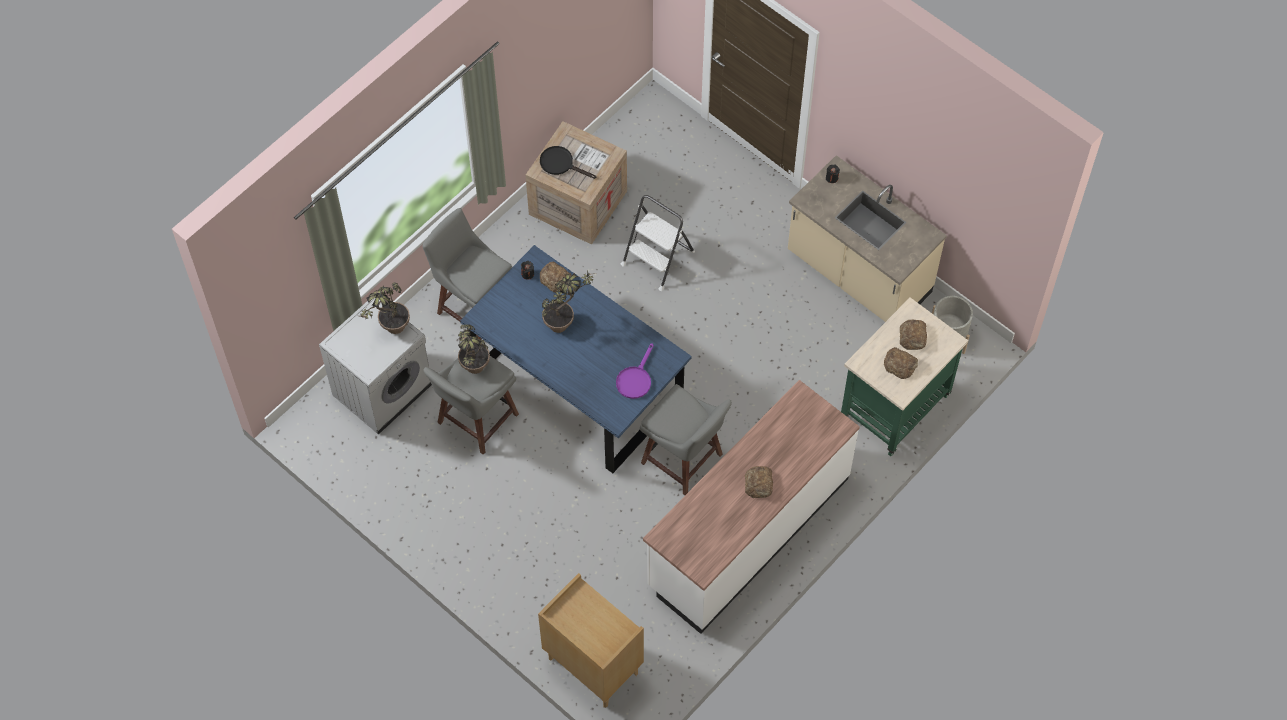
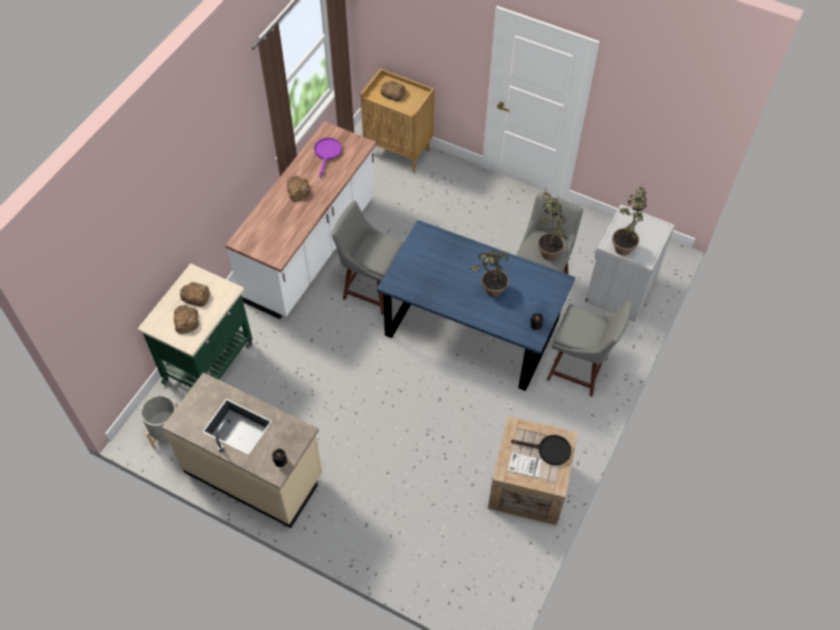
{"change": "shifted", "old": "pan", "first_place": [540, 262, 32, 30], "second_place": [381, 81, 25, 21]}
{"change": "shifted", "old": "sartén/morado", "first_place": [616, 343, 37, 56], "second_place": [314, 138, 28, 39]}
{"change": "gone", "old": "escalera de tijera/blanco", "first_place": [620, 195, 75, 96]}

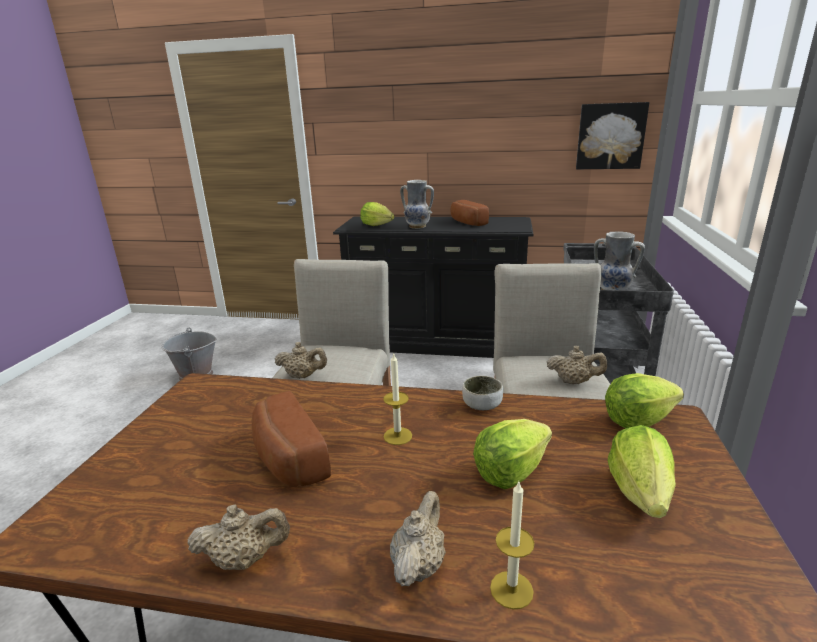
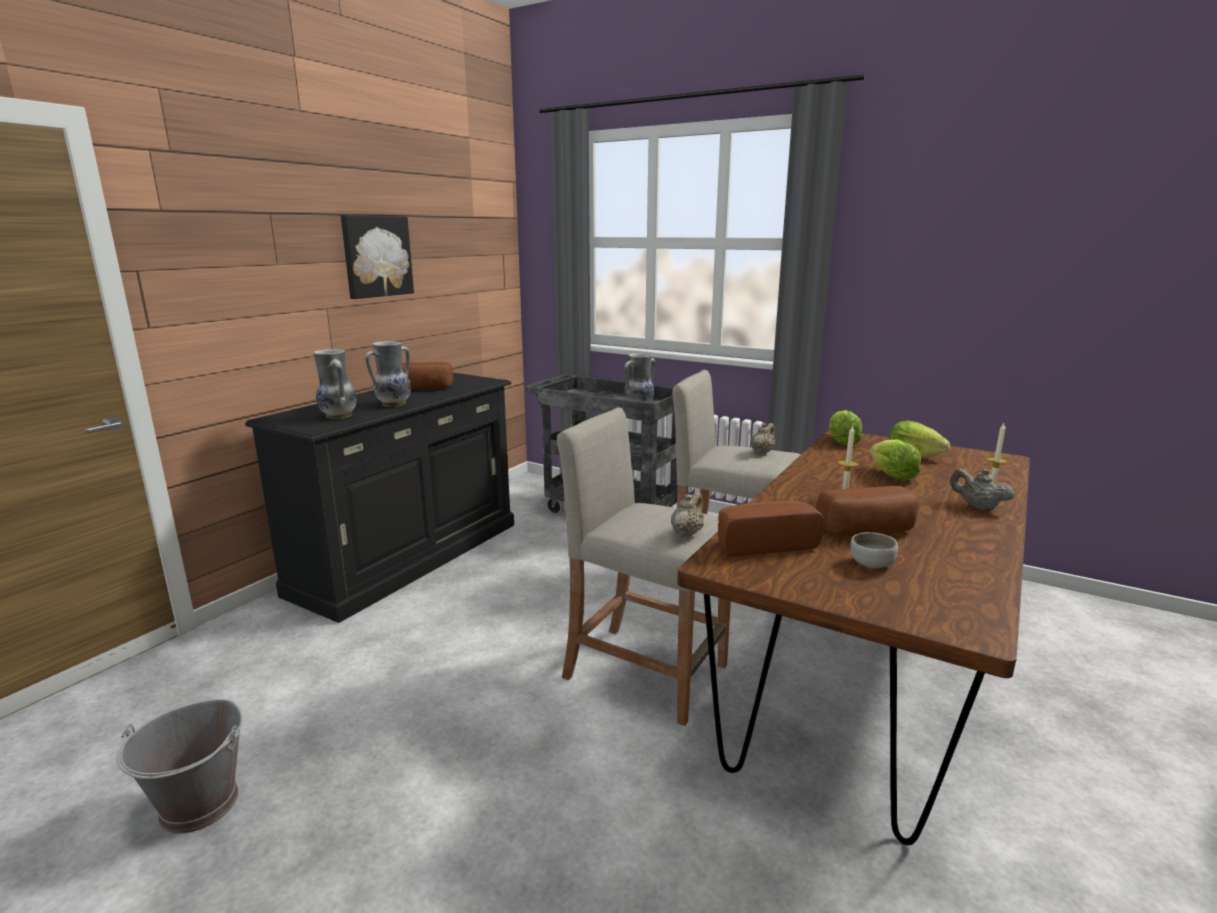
{"change": "gone", "old": "tetera/beis", "first_place": [187, 504, 103, 66]}
{"change": "swapped", "old": "lechuga", "new": "florero", "first_place": [360, 202, 34, 24], "second_place": [313, 349, 44, 70]}
{"change": "shifted", "old": "cuenco", "first_place": [462, 376, 41, 34], "second_place": [851, 532, 47, 36]}
{"change": "shifted", "old": "cuadro", "first_place": [576, 102, 73, 67], "second_place": [341, 215, 73, 84]}
{"change": "new", "new": "pan", "second_place": [718, 501, 105, 55]}

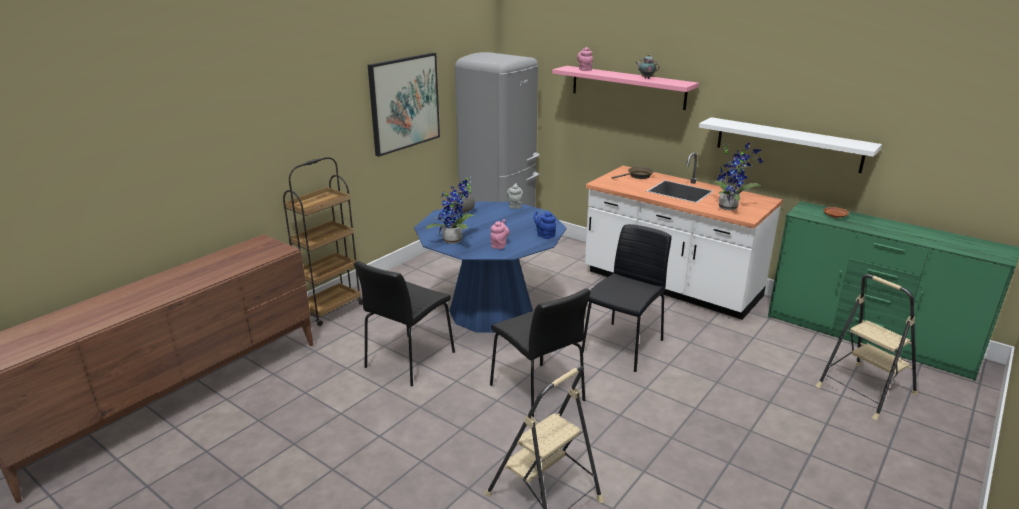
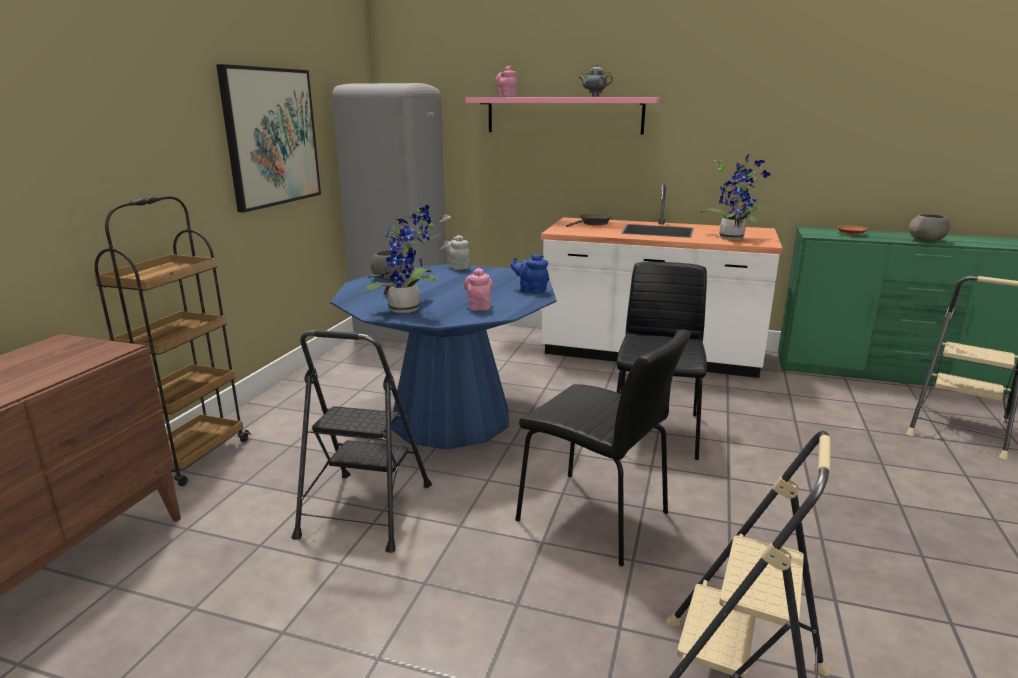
{"change": "swapped", "old": "silla/negro", "new": "escalera de tijera/negro", "first_place": [354, 261, 101, 125], "second_place": [291, 330, 141, 223]}
{"change": "gone", "old": "estante/blanco", "first_place": [699, 117, 183, 56]}
{"change": "new", "new": "cuenco/gris", "second_place": [909, 214, 41, 28]}

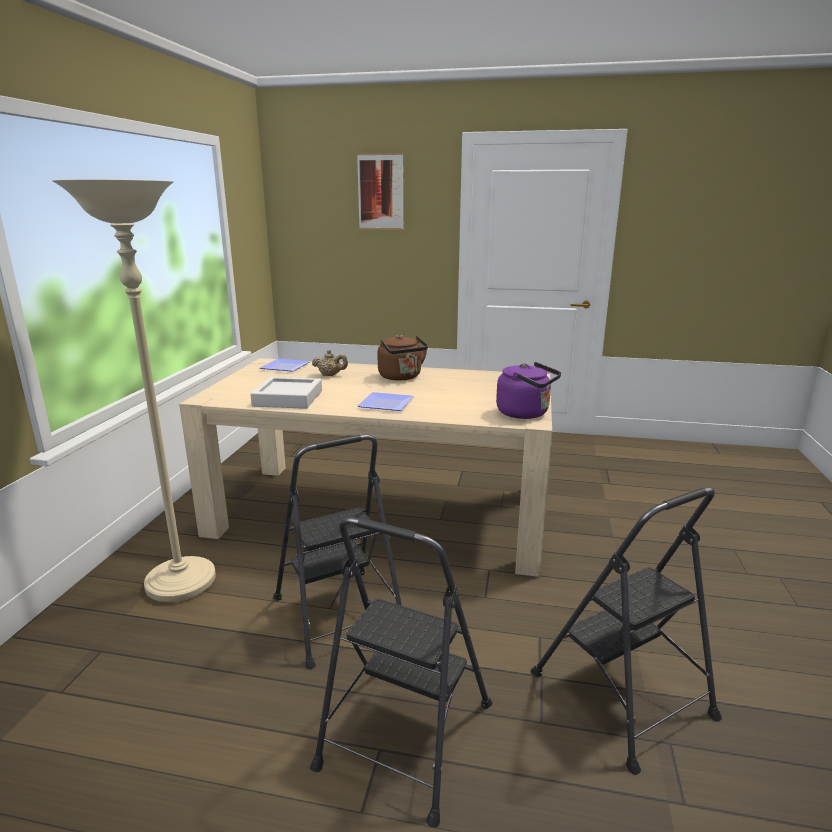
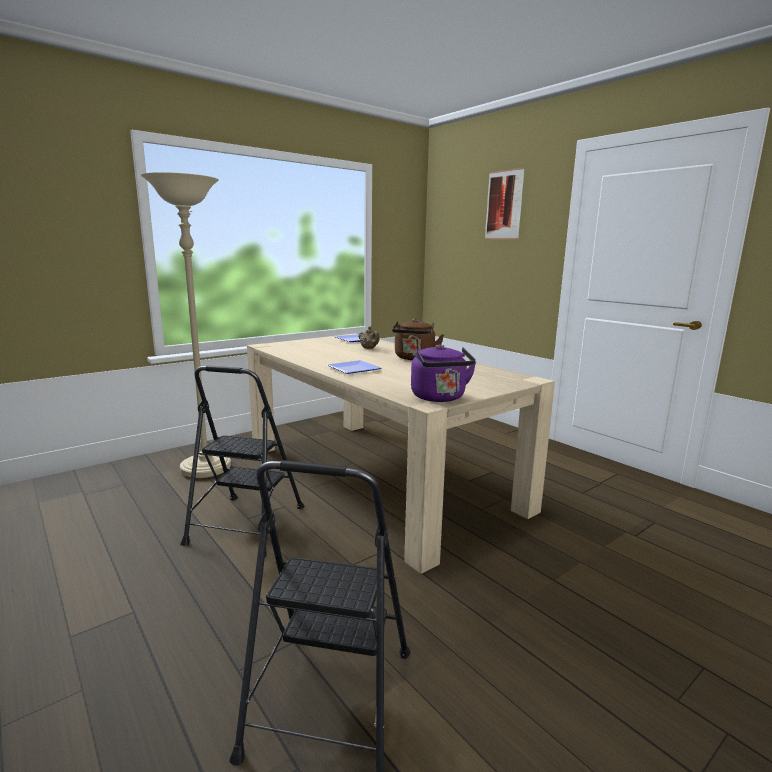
{"change": "gone", "old": "bandeja/gris", "first_place": [250, 377, 72, 32]}
{"change": "gone", "old": "escalera de tijera/negro", "first_place": [310, 517, 182, 310]}

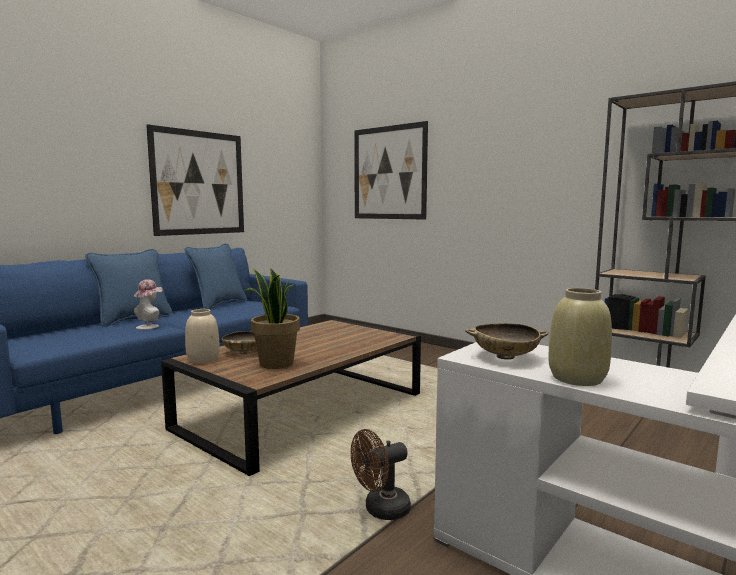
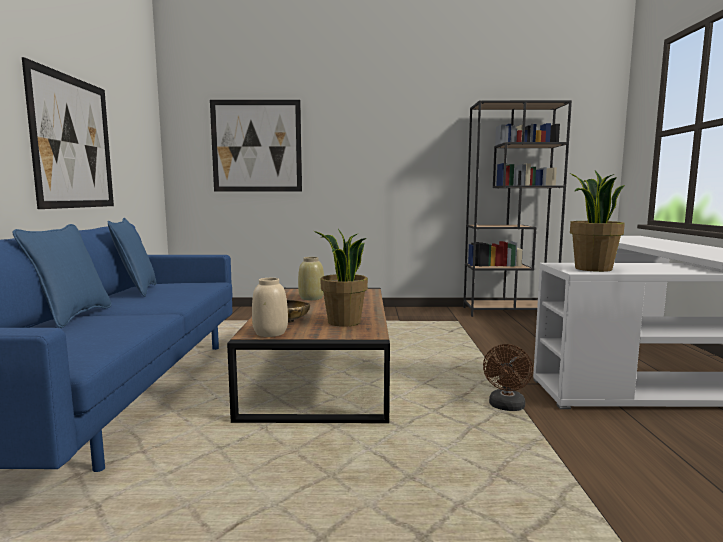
{"change": "gone", "old": "sombrero", "first_place": [134, 279, 29, 51]}
{"change": "swapped", "old": "cuenco/beis", "new": "planta en maceta", "first_place": [465, 323, 84, 37], "second_place": [570, 171, 55, 101]}
{"change": "shifted", "old": "florero/beis", "first_place": [549, 288, 63, 98], "second_place": [298, 257, 26, 43]}

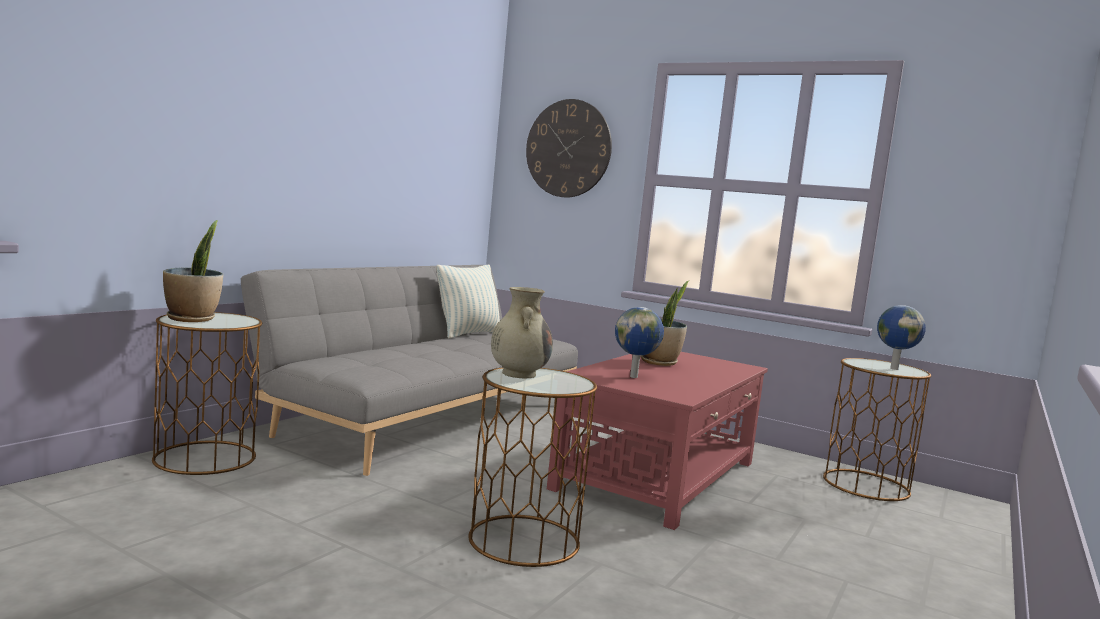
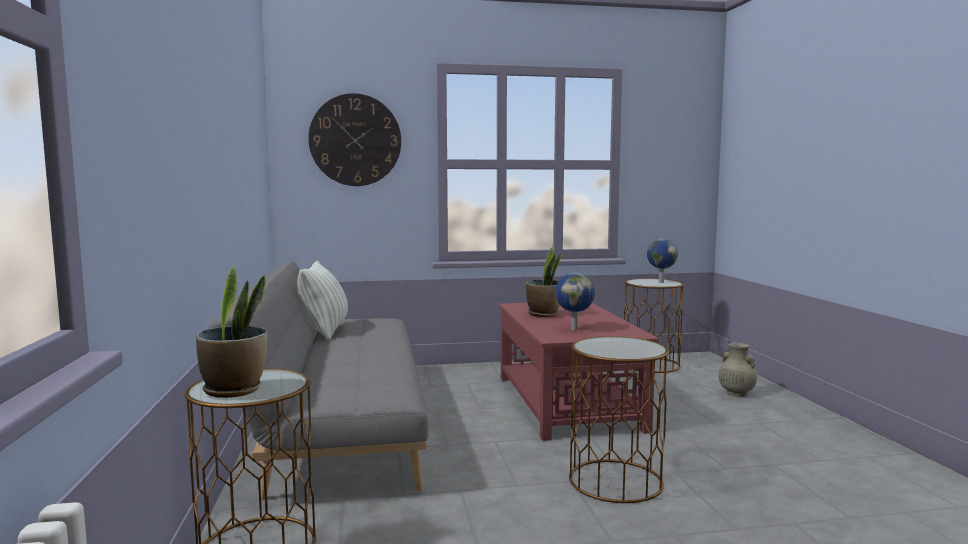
{"change": "shifted", "old": "florero/beis", "first_place": [491, 287, 62, 91], "second_place": [718, 343, 39, 54]}

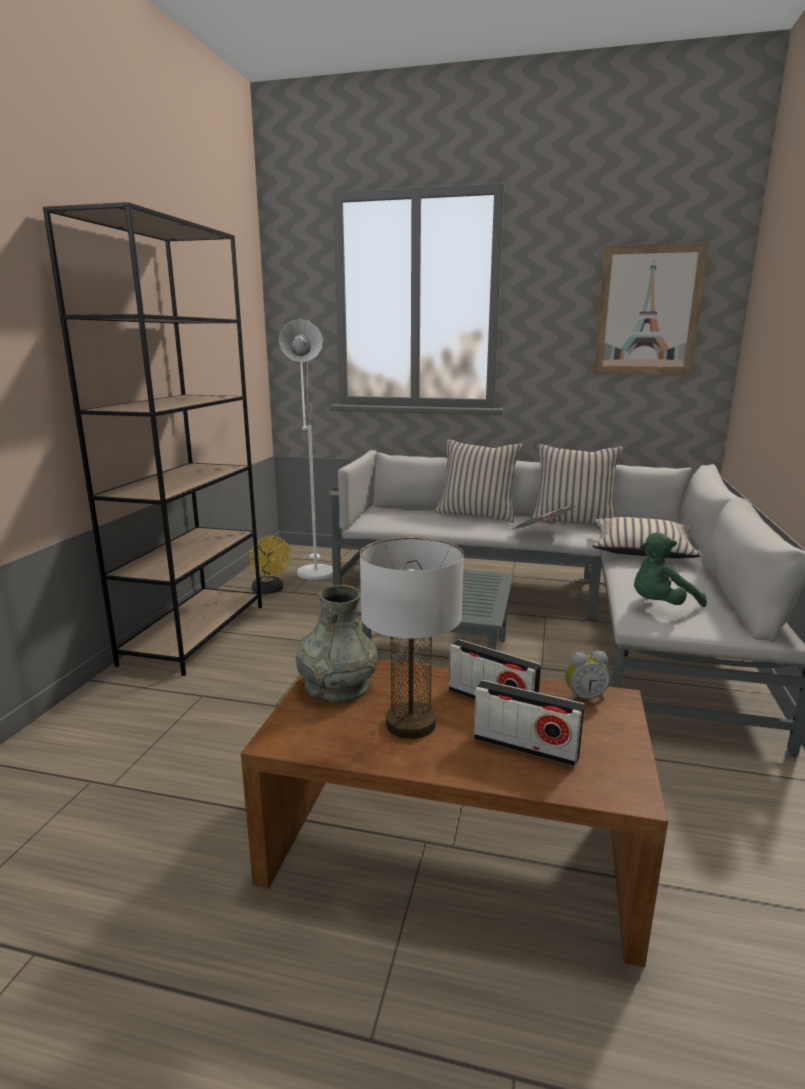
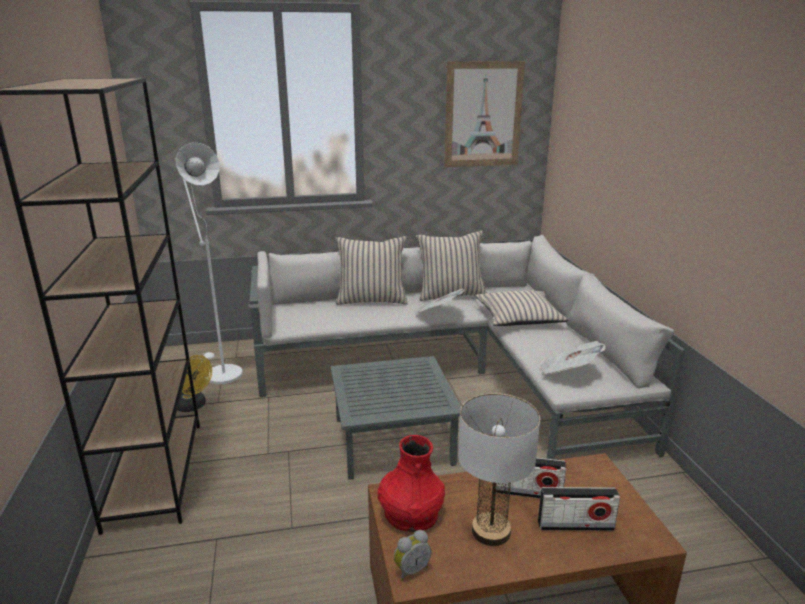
{"change": "repainted", "old": "florero/gris", "new": "florero/rojo", "first_place": [296, 585, 82, 118], "second_place": [377, 435, 68, 97]}
{"change": "shifted", "old": "despertador", "first_place": [565, 651, 45, 50], "second_place": [394, 530, 38, 51]}
{"change": "swapped", "old": "peluche/verde", "new": "periódico", "first_place": [634, 532, 73, 75], "second_place": [540, 341, 65, 34]}

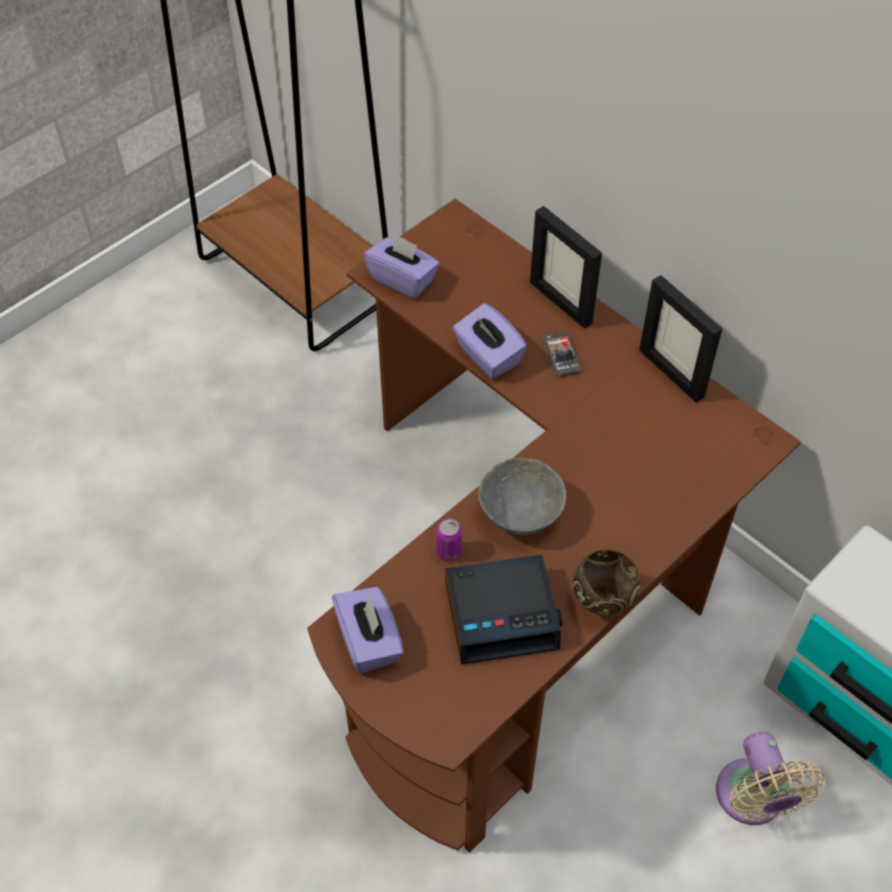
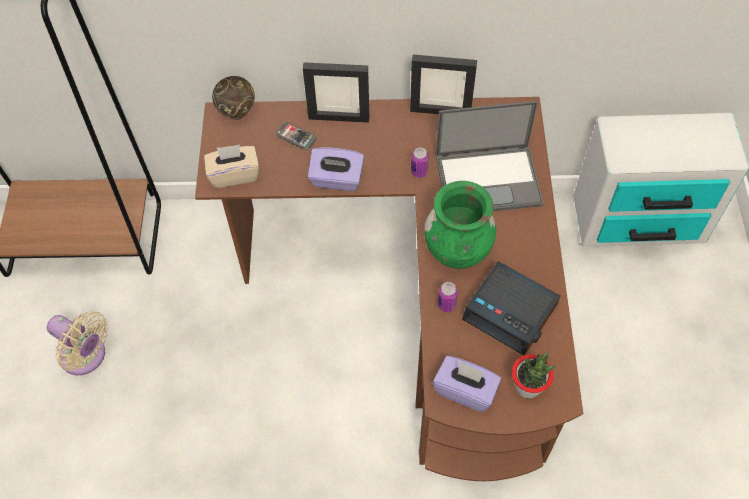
{"change": "repainted", "old": "caja de pañuelos/morado", "new": "caja de pañuelos/beis", "first_place": [364, 233, 76, 66], "second_place": [204, 145, 55, 43]}
{"change": "rotated", "old": "despertador", "first_place": [445, 555, 117, 110], "second_place": [462, 261, 98, 94], "degrees": 90}
{"change": "swapped", "old": "cuenco/gris", "new": "florero/verde", "first_place": [478, 458, 89, 77], "second_place": [425, 181, 71, 88]}
{"change": "shifted", "old": "móvil", "first_place": [543, 332, 39, 45], "second_place": [276, 122, 41, 28]}
{"change": "shifted", "old": "cuenco/marrón", "first_place": [573, 550, 68, 66], "second_place": [212, 76, 43, 44]}
{"change": "shifted", "old": "ventilador/beis", "first_place": [716, 731, 109, 94], "second_place": [47, 311, 61, 64]}
{"change": "new", "new": "lata", "second_place": [411, 147, 18, 31]}
{"change": "new", "new": "portátil", "second_place": [436, 101, 108, 110]}
{"change": "new", "new": "planta en maceta", "second_place": [512, 352, 44, 46]}

